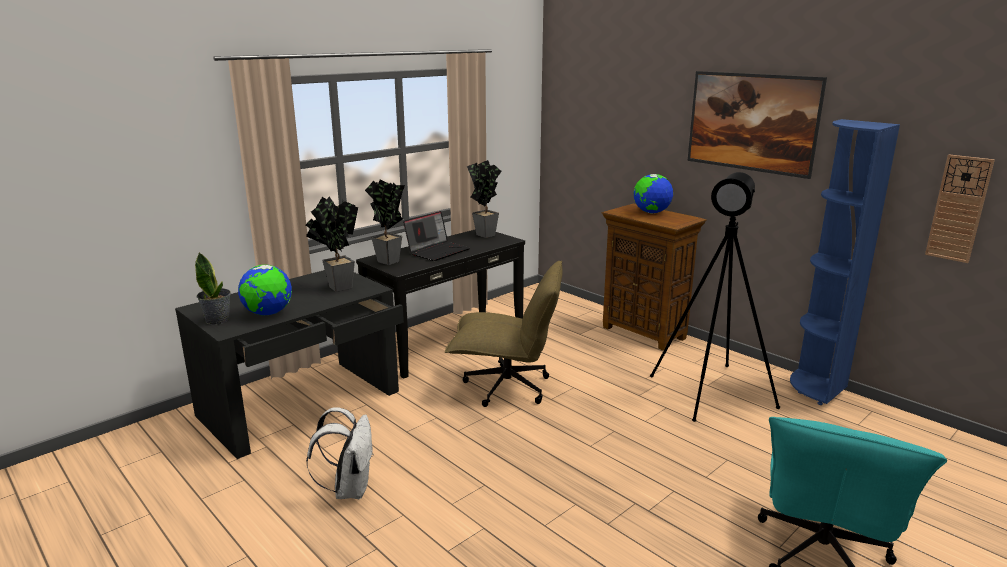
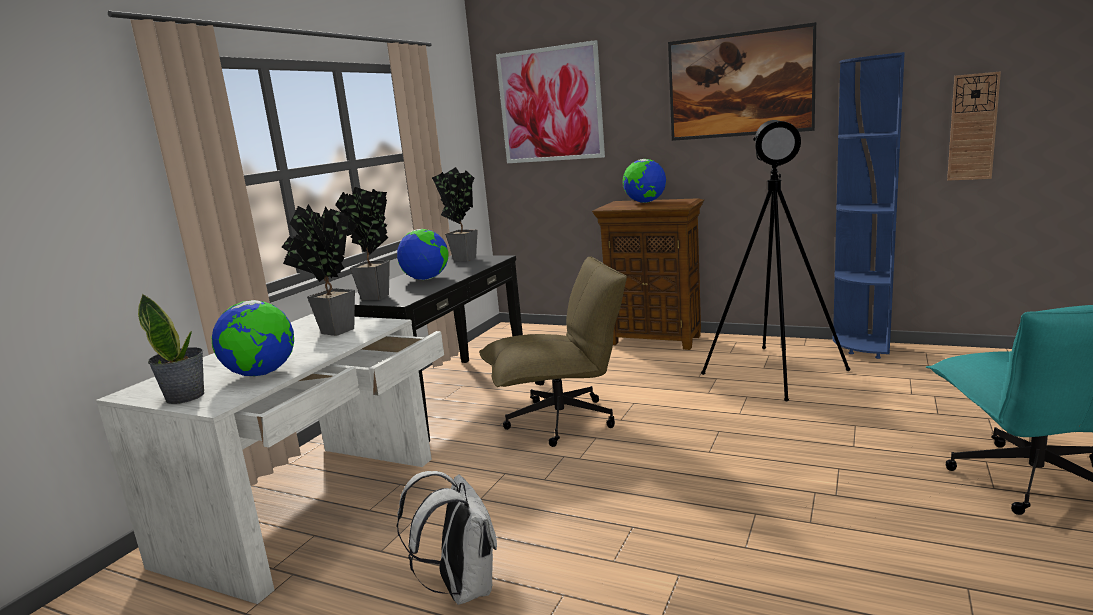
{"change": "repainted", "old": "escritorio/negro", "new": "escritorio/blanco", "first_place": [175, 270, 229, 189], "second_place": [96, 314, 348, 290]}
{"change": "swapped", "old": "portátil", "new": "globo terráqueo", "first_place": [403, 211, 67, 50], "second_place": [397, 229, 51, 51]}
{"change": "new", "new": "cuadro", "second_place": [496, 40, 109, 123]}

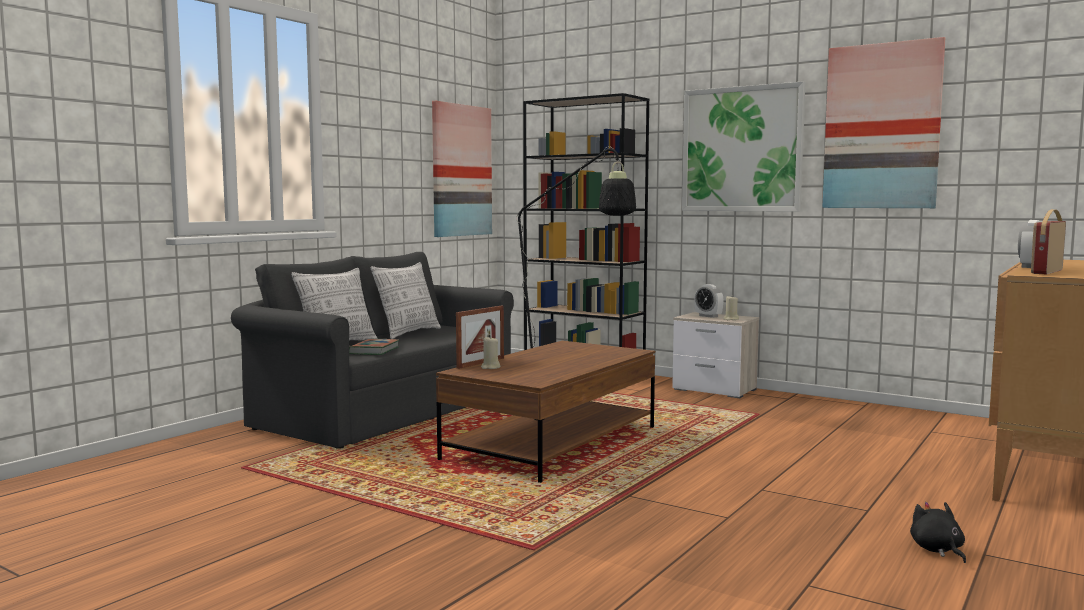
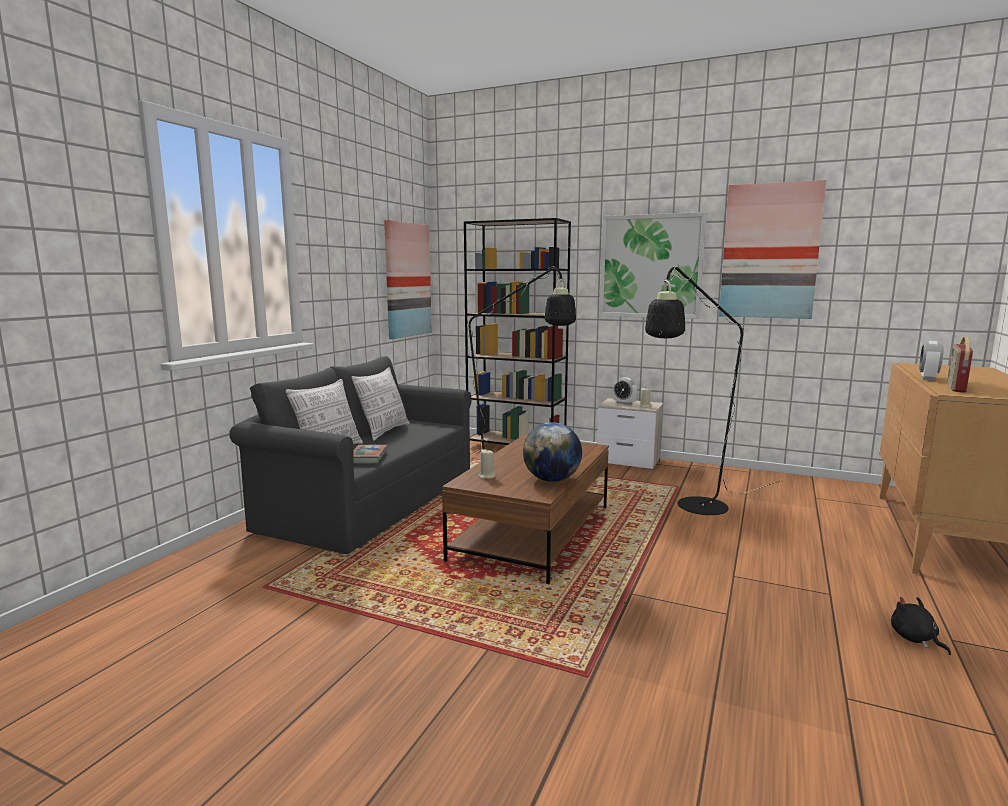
{"change": "gone", "old": "portarretratos", "first_place": [456, 306, 48, 63]}
{"change": "new", "new": "globo terráqueo", "second_place": [523, 422, 59, 60]}
{"change": "new", "new": "lámpara de pie/negro", "second_place": [645, 264, 135, 251]}

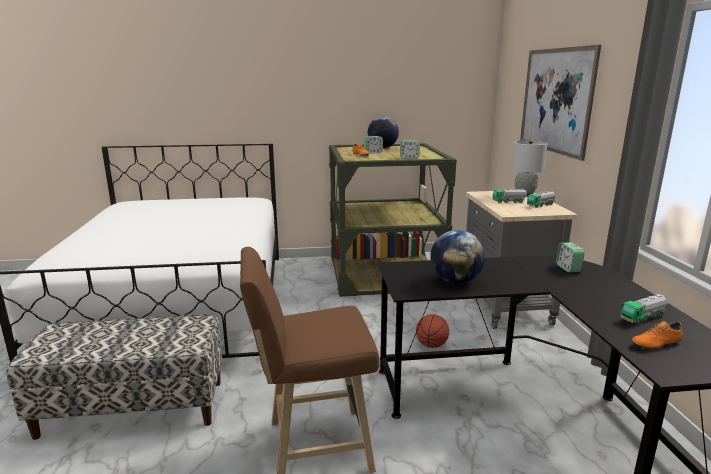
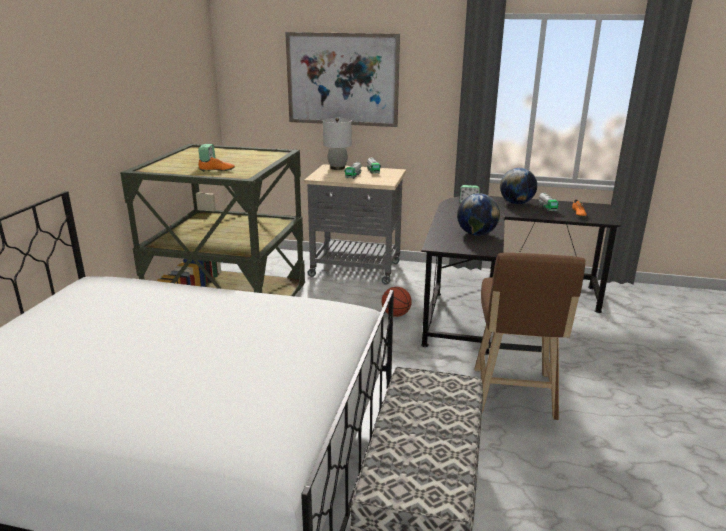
{"change": "shifted", "old": "globo terráqueo", "first_place": [368, 116, 31, 32], "second_place": [500, 168, 37, 36]}
{"change": "gone", "old": "despertador", "first_place": [400, 140, 20, 19]}

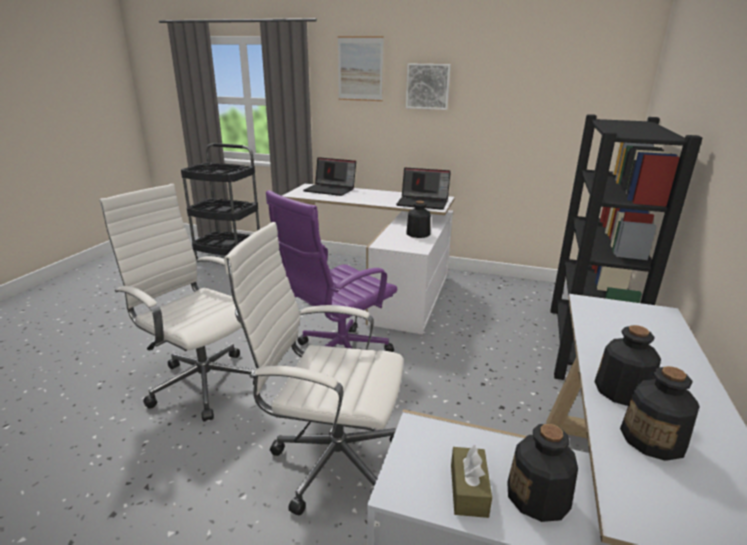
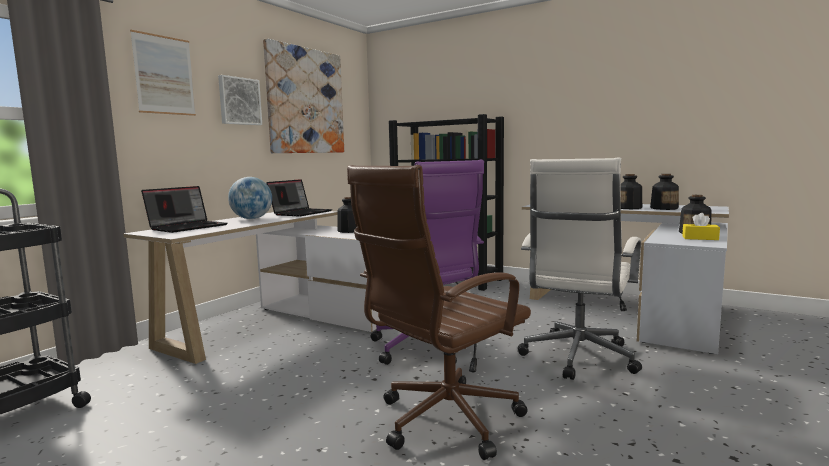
{"change": "repainted", "old": "silla de oficina/blanco", "new": "silla de oficina/marrón", "first_place": [99, 184, 156, 237], "second_place": [347, 165, 184, 295]}
{"change": "repainted", "old": "caja de pañuelos/marrón", "new": "caja de pañuelos/amarillo", "first_place": [451, 445, 41, 73], "second_place": [682, 213, 38, 27]}
{"change": "new", "new": "globo terráqueo", "second_place": [228, 177, 44, 42]}
{"change": "new", "new": "cuadro", "second_place": [263, 38, 81, 115]}

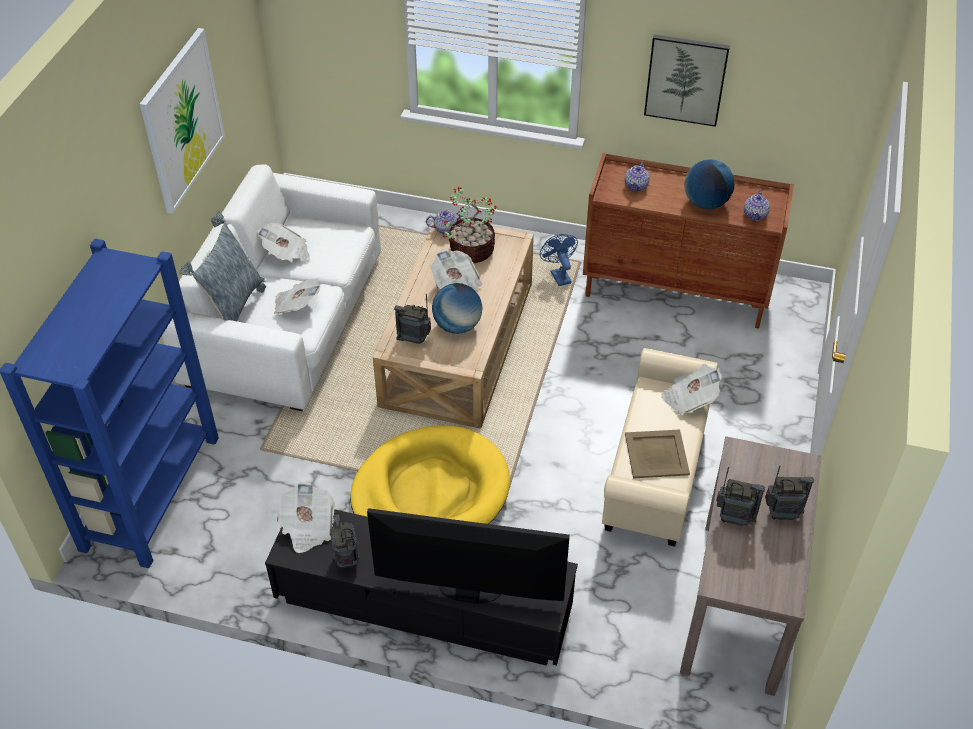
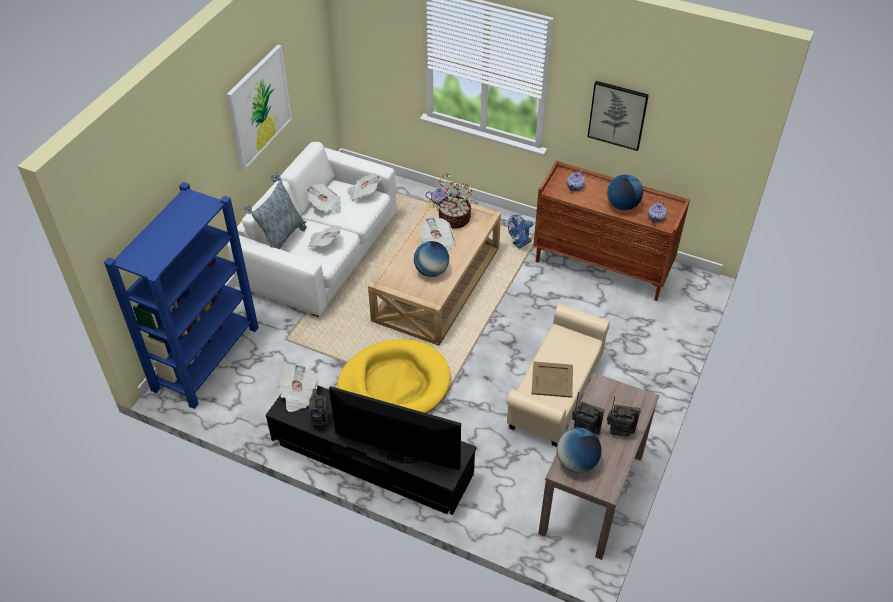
{"change": "gone", "old": "radio", "first_place": [394, 294, 37, 50]}
{"change": "rotated", "old": "ventilador/azul", "first_place": [540, 234, 38, 52], "second_place": [508, 215, 25, 34], "degrees": -120}
{"change": "shifted", "old": "periódico", "first_place": [661, 364, 61, 51], "second_place": [347, 173, 34, 28]}
{"change": "new", "new": "globo terráqueo", "second_place": [557, 428, 44, 45]}

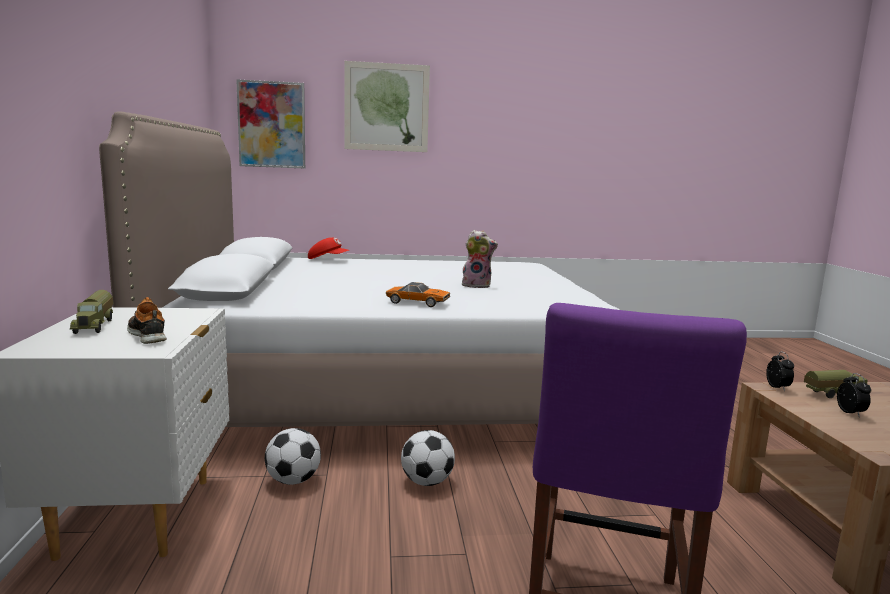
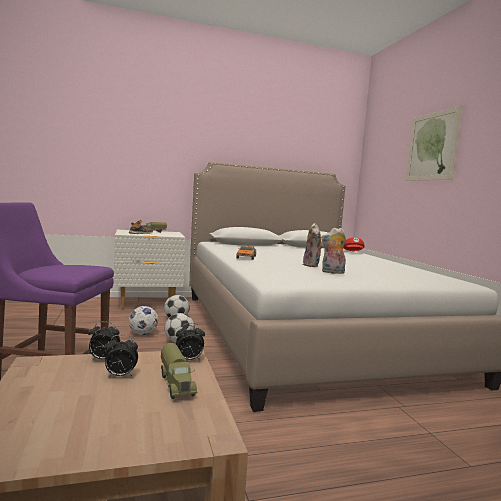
{"change": "gone", "old": "cuadro", "first_place": [236, 79, 69, 89]}
{"change": "new", "new": "despertador", "second_place": [88, 321, 32, 39]}
{"change": "new", "new": "balón de fútbol", "second_place": [129, 306, 29, 29]}
{"change": "new", "new": "peluche", "second_place": [321, 228, 25, 46]}

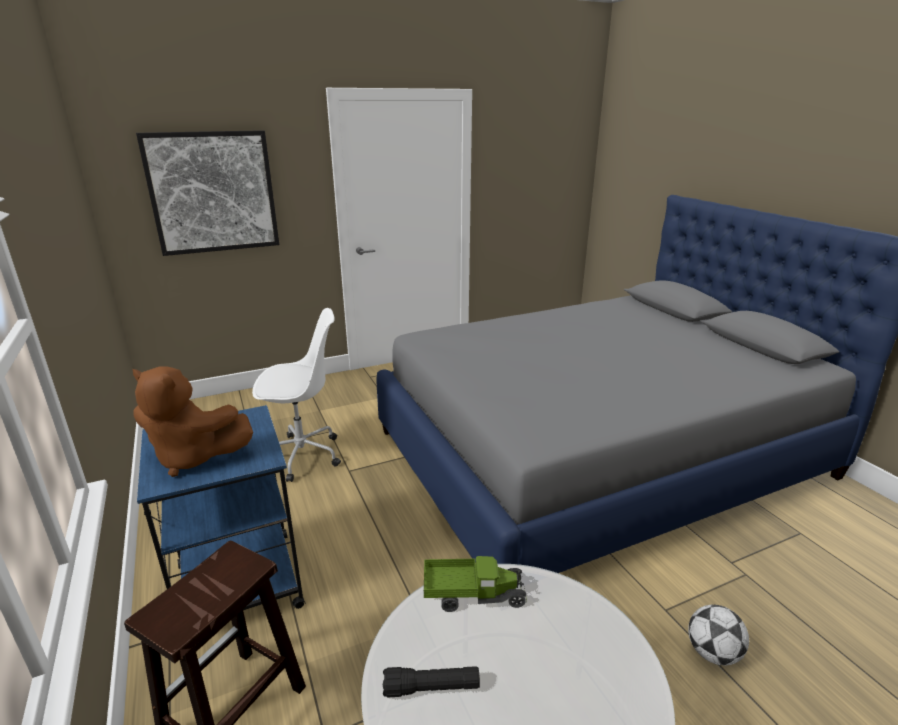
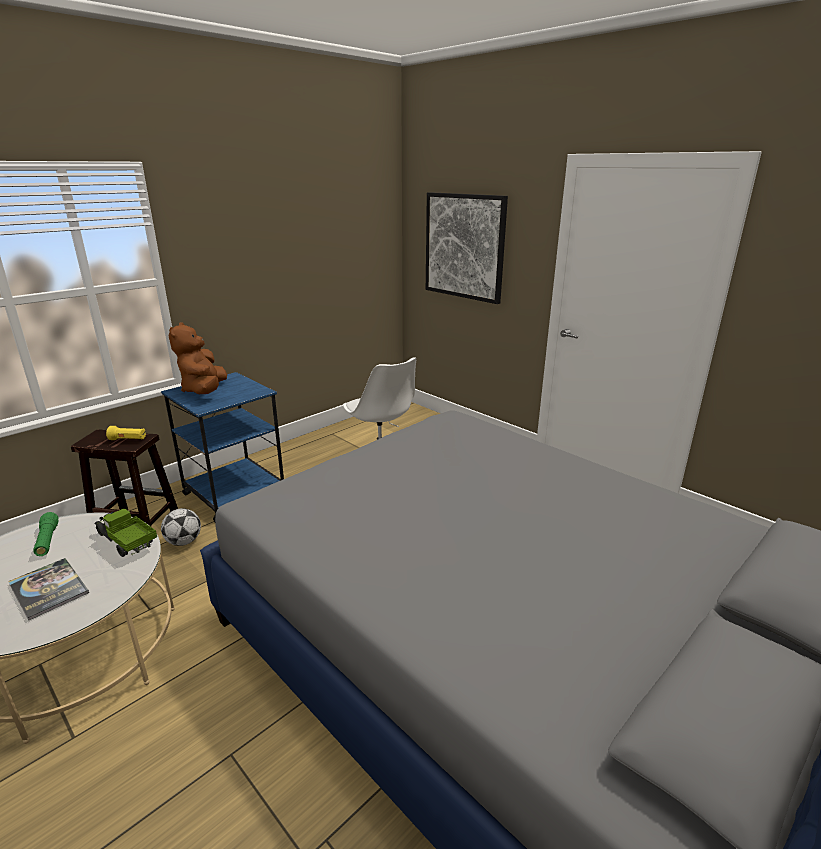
{"change": "repainted", "old": "linterna/negro", "new": "linterna/verde", "first_place": [383, 666, 97, 31], "second_place": [33, 512, 26, 44]}
{"change": "rotated", "old": "camión de juguete", "first_place": [424, 555, 103, 57], "second_place": [94, 509, 63, 48], "degrees": 150}
{"change": "shifted", "old": "balón de fútbol", "first_place": [688, 605, 61, 61], "second_place": [161, 508, 40, 38]}
{"change": "new", "new": "libro", "second_place": [8, 558, 81, 63]}
{"change": "new", "new": "linterna/amarillo", "second_place": [106, 426, 40, 14]}

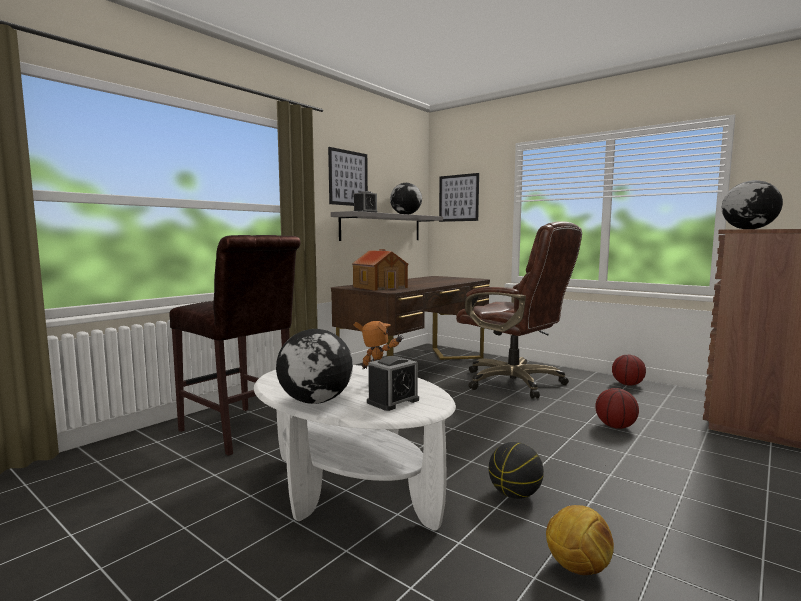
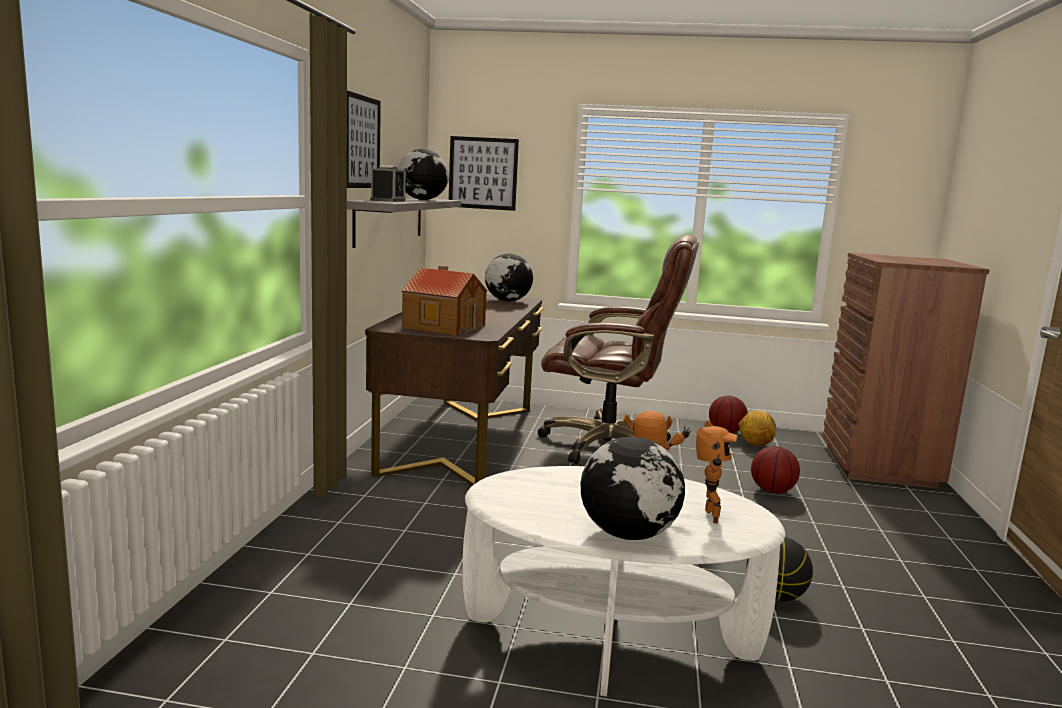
{"change": "gone", "old": "taburete/marrón", "first_place": [169, 235, 132, 221]}
{"change": "swapped", "old": "despertador", "new": "robot de juguete", "first_place": [367, 356, 52, 55], "second_place": [696, 420, 42, 104]}
{"change": "shifted", "old": "balón de fútbol", "first_place": [546, 505, 68, 70], "second_place": [739, 410, 37, 36]}
{"change": "shifted", "old": "globo terráqueo", "first_place": [722, 180, 61, 49], "second_place": [485, 254, 48, 47]}

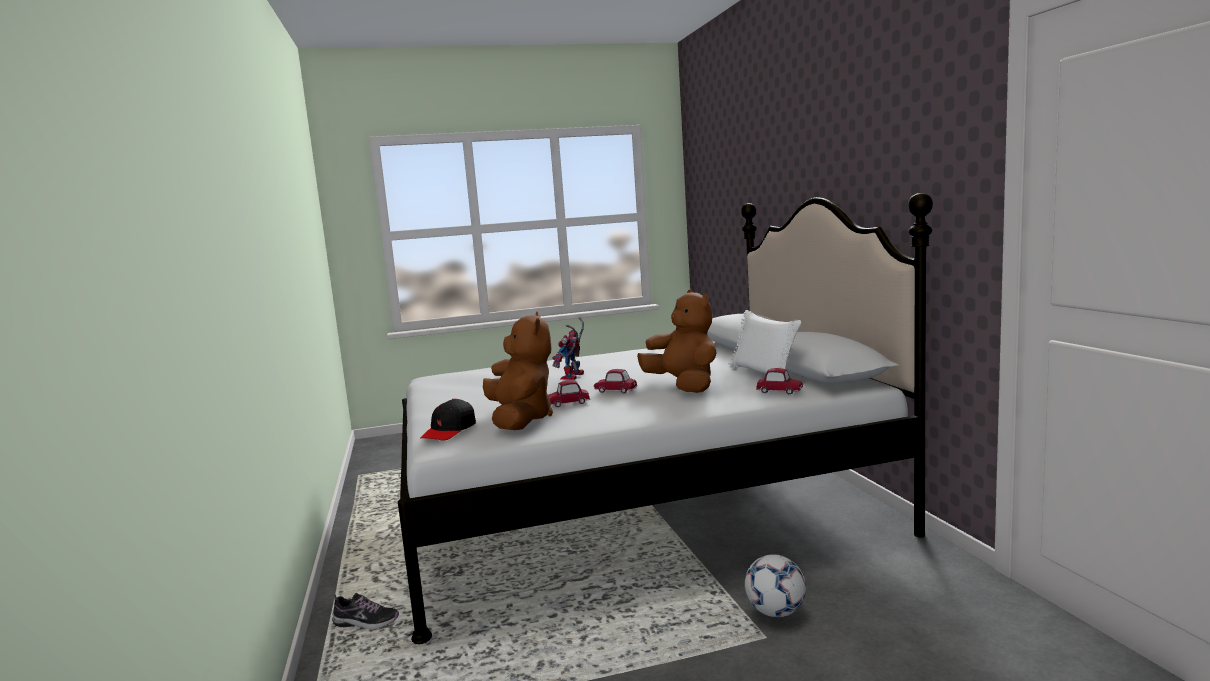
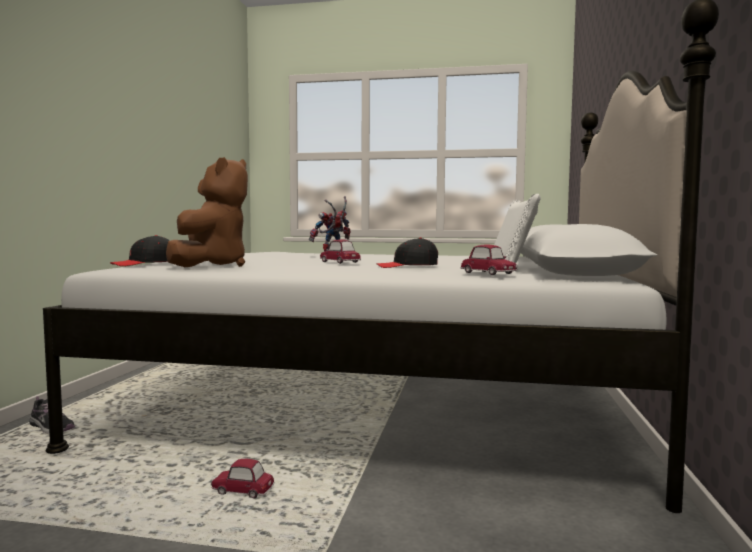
{"change": "shifted", "old": "coche de juguete", "first_place": [548, 380, 42, 27], "second_place": [211, 459, 64, 39]}
{"change": "swapped", "old": "peluche/marrón", "new": "gorra/negro", "first_place": [637, 290, 79, 103], "second_place": [377, 238, 61, 30]}
{"change": "gone", "old": "balón de fútbol", "first_place": [745, 554, 61, 63]}

